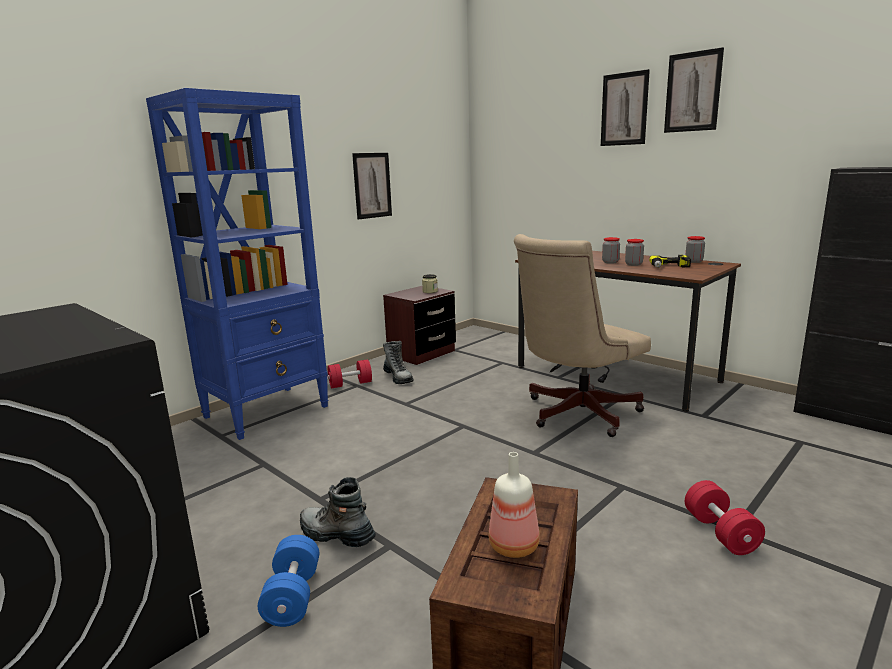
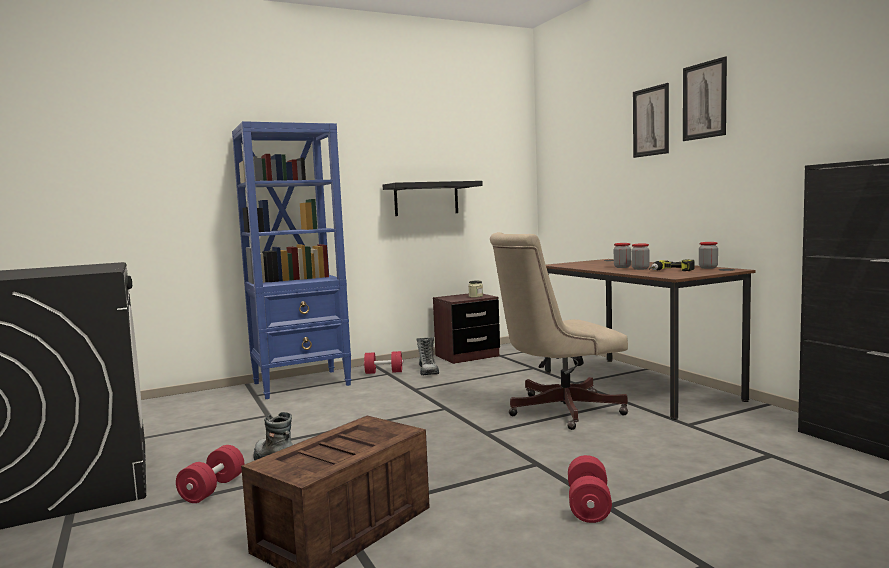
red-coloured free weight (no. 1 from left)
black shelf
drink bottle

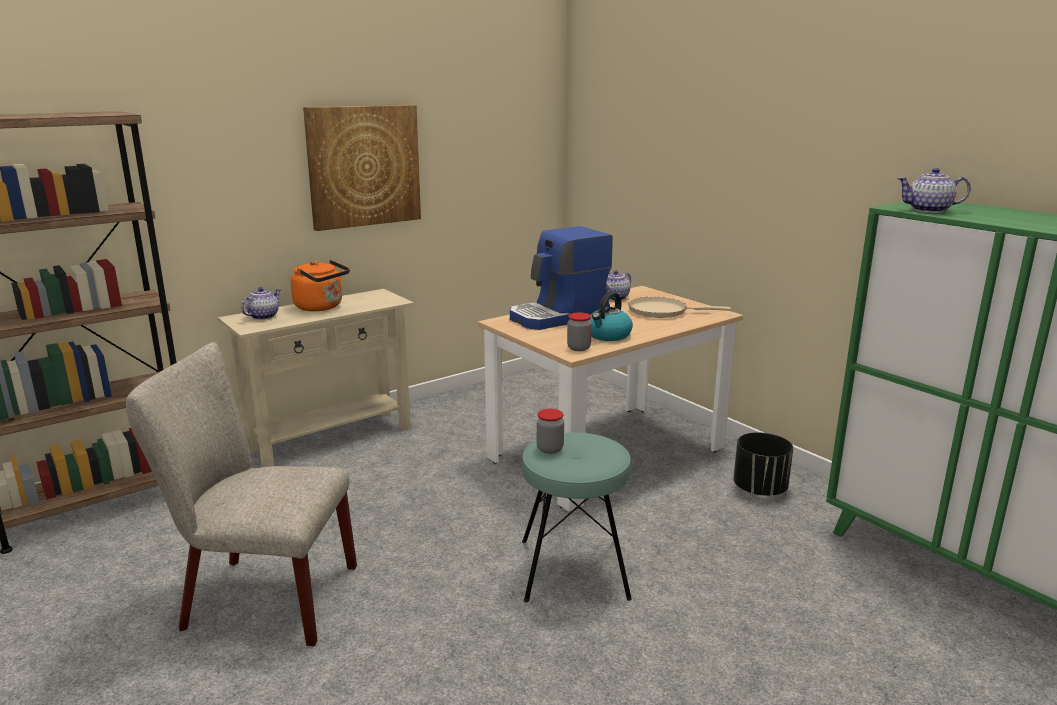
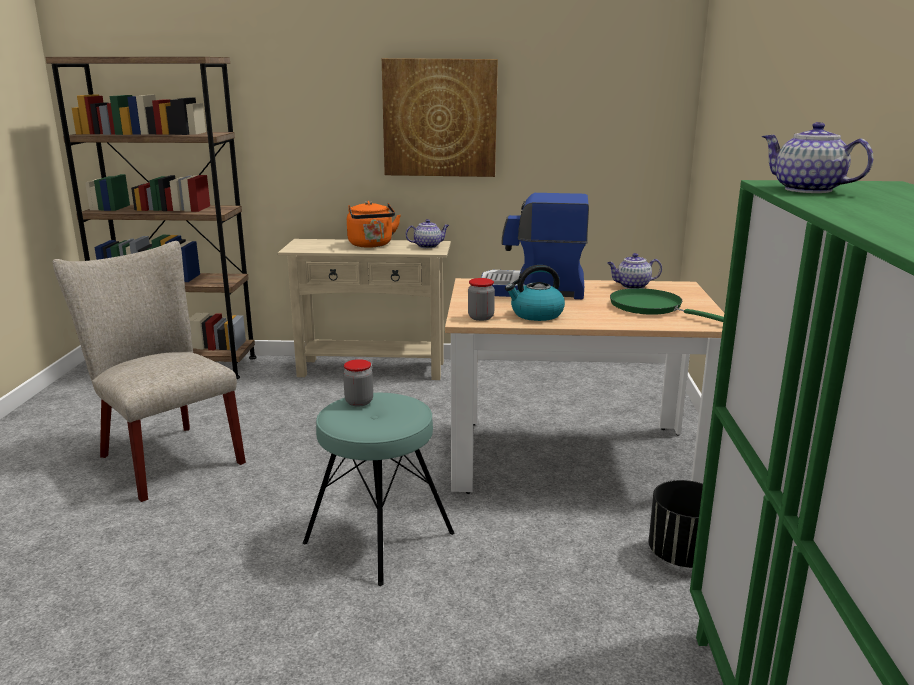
teapot (no. 1 from left)
green frying pan

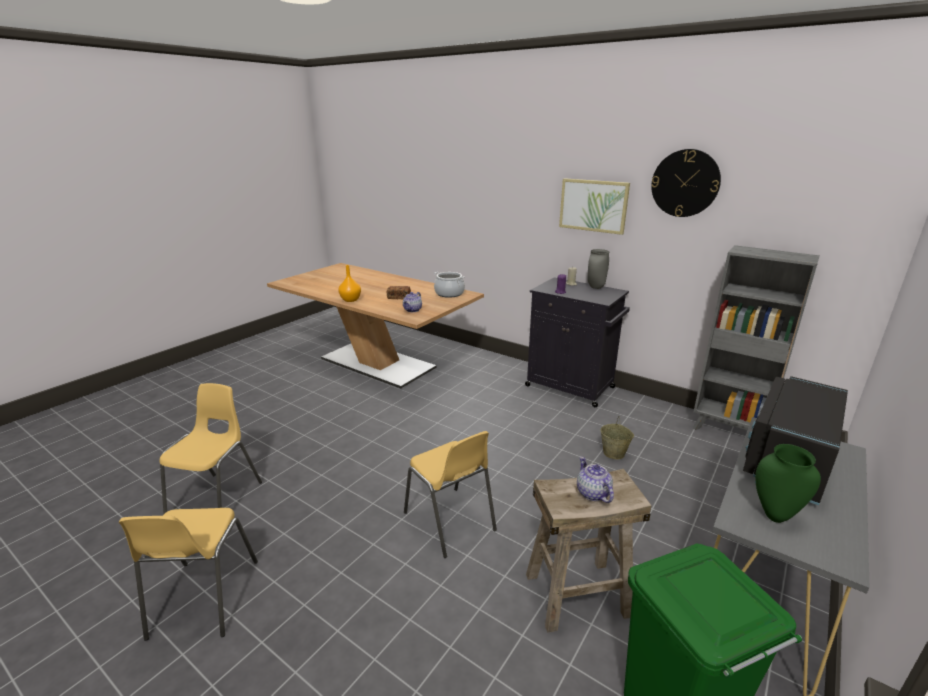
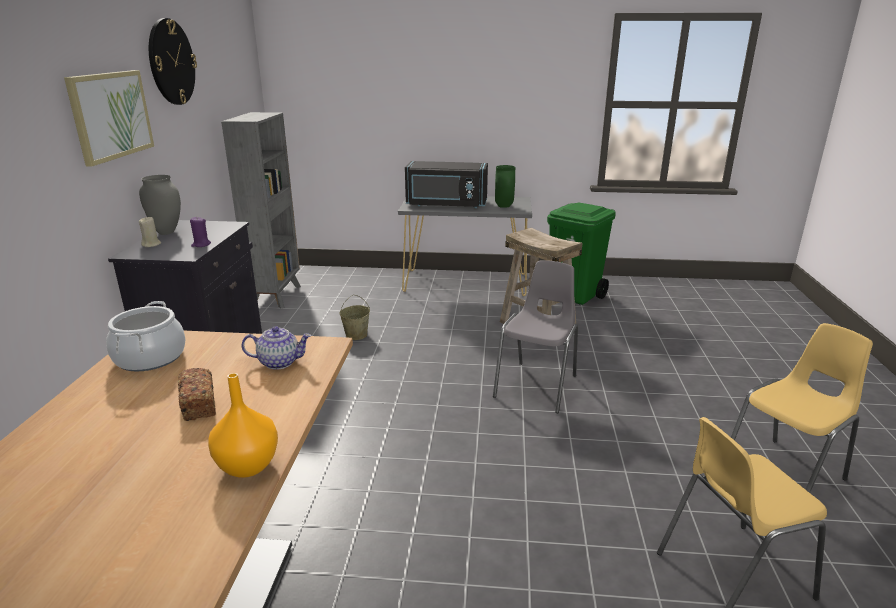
grey plain chair
teapot (no. 2 from left in the first image)

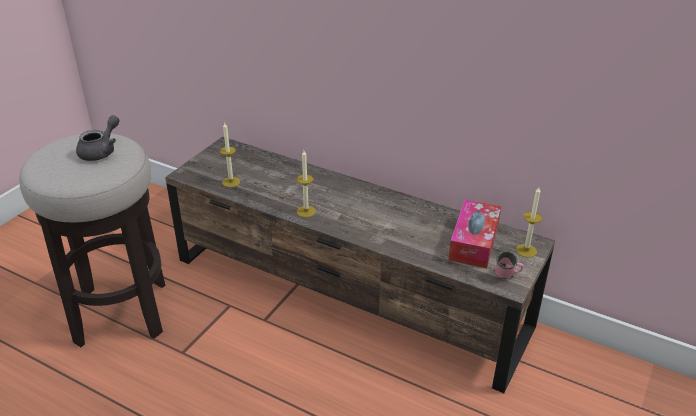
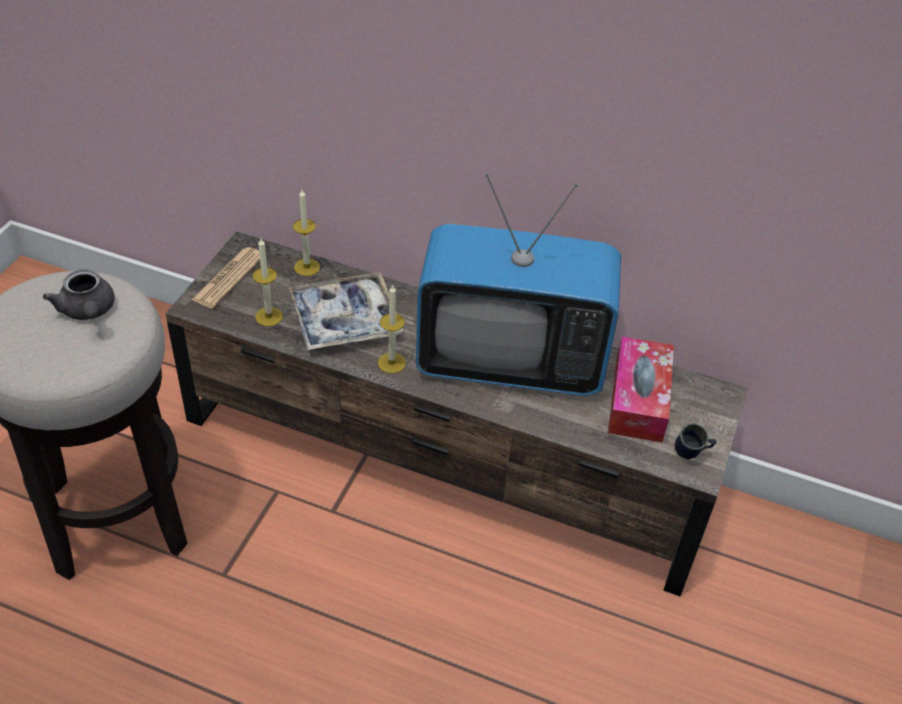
grey teapot
daily paper
carrying tray
candle (no. 2 from left)
TV set
blue-coloured mug

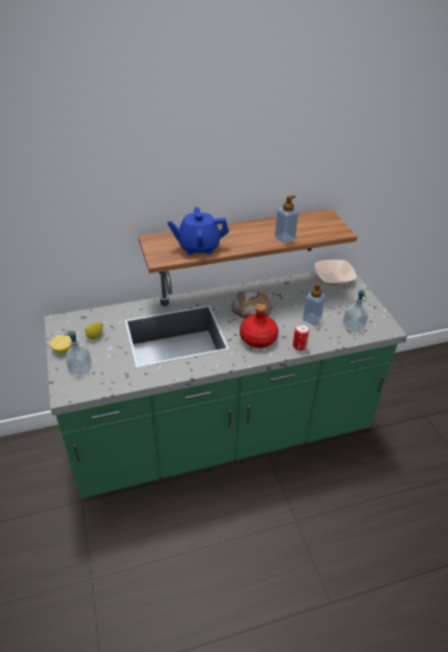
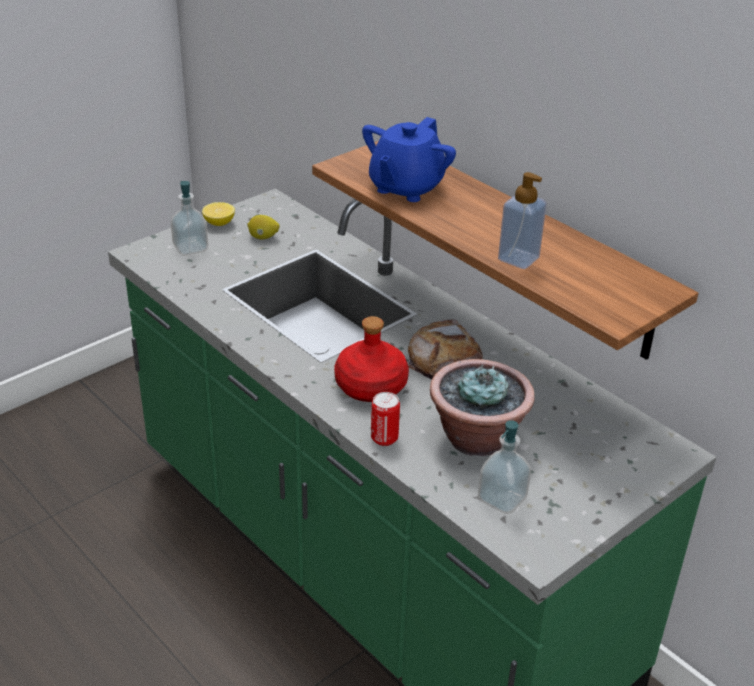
blue-coloured teapot
potted plant
serving bowl

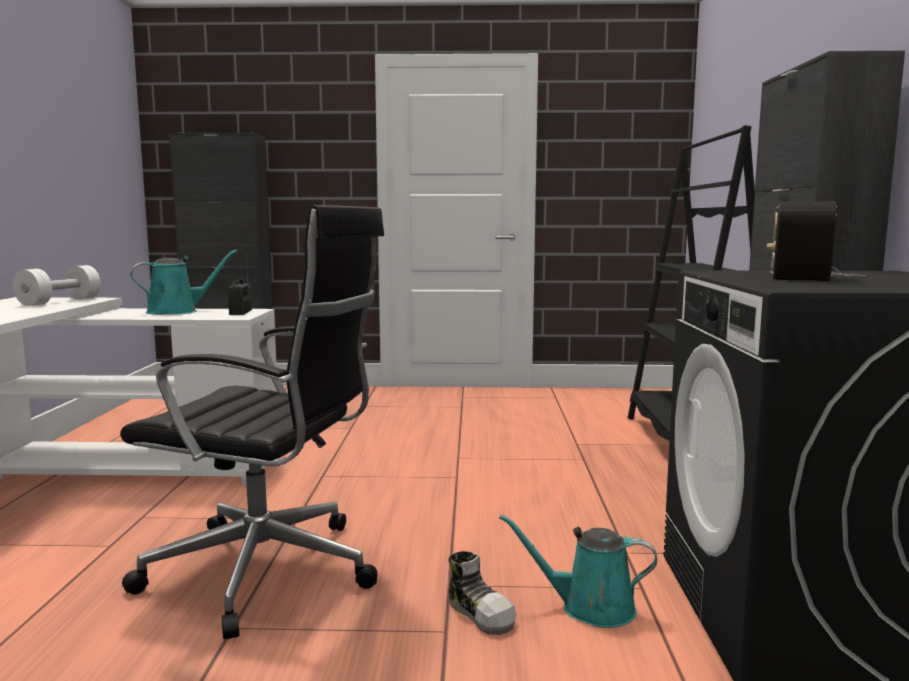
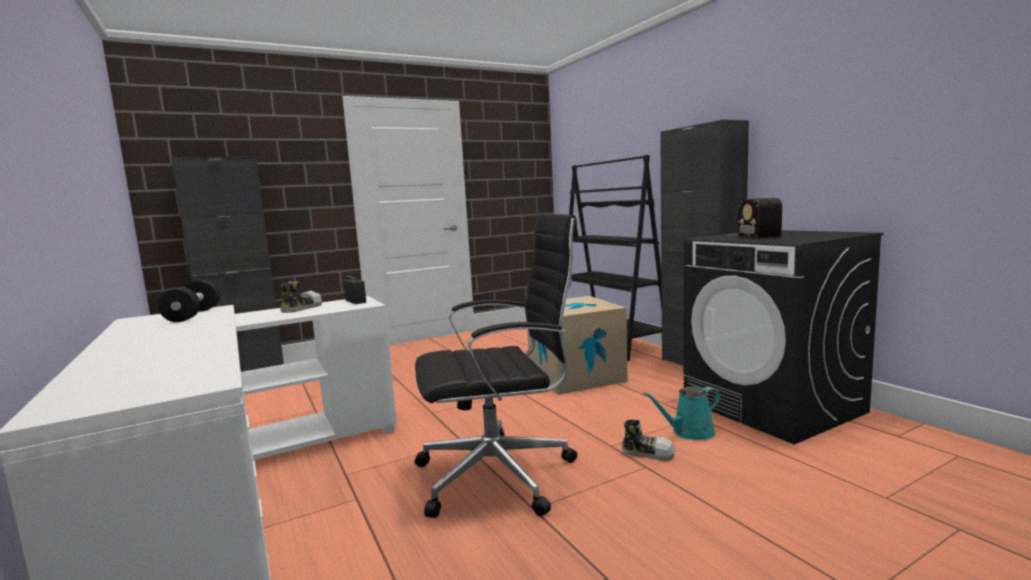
black free weight
item of footwear (no. 1 from left)
carton

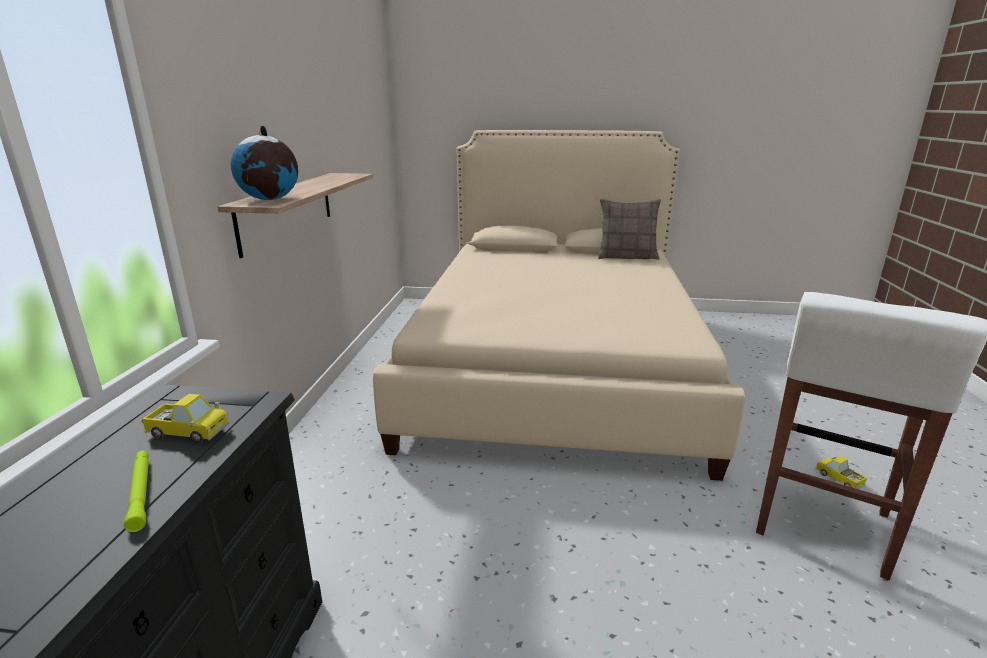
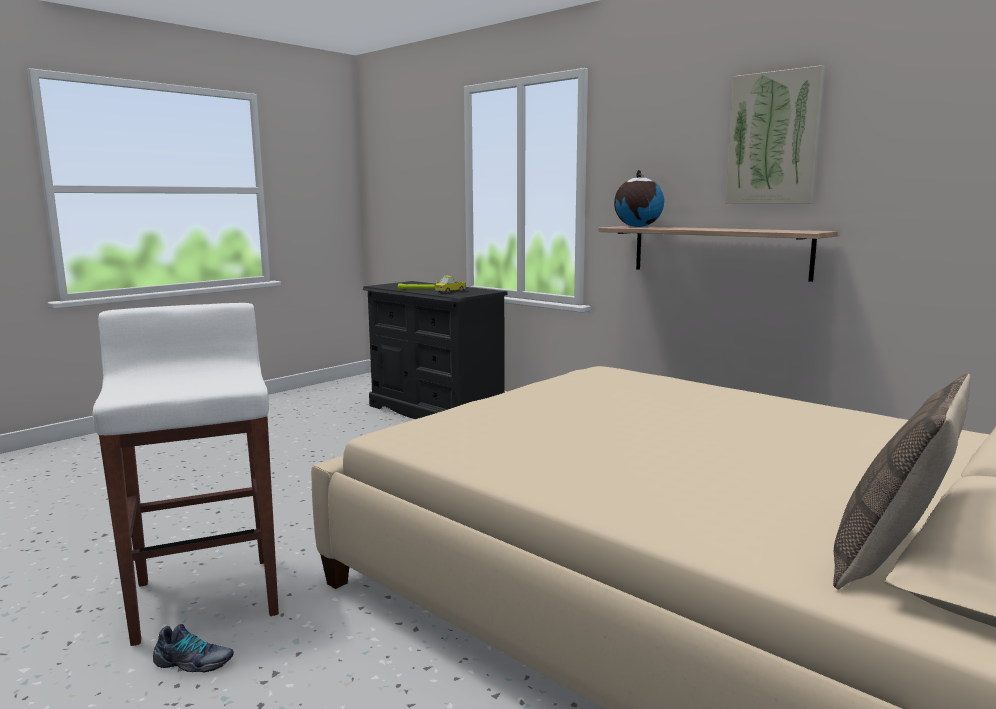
item of footwear
picture

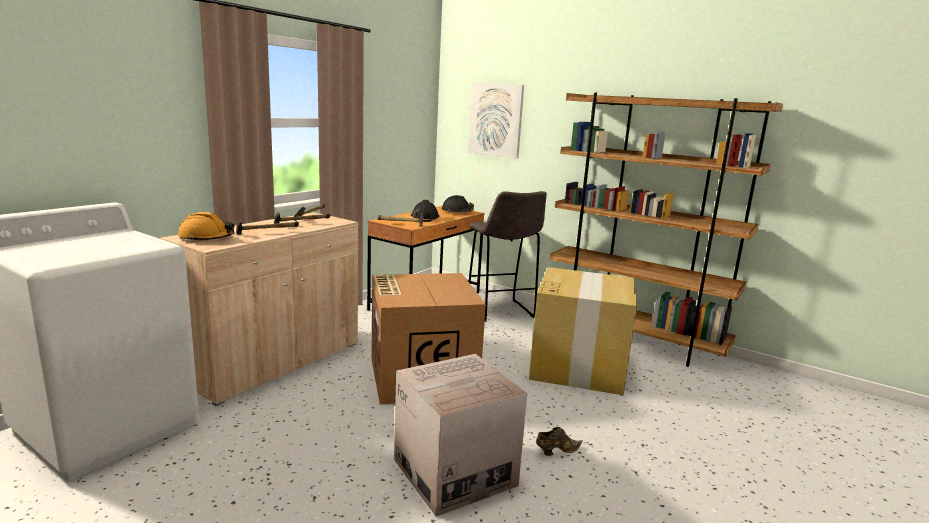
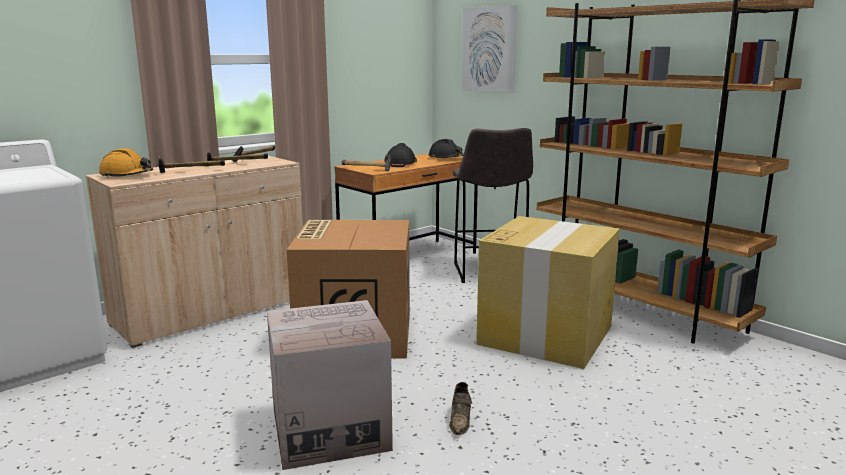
brown-coloured item of footwear

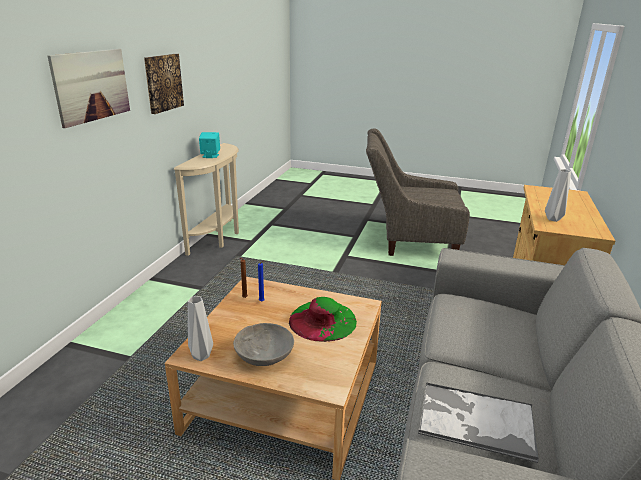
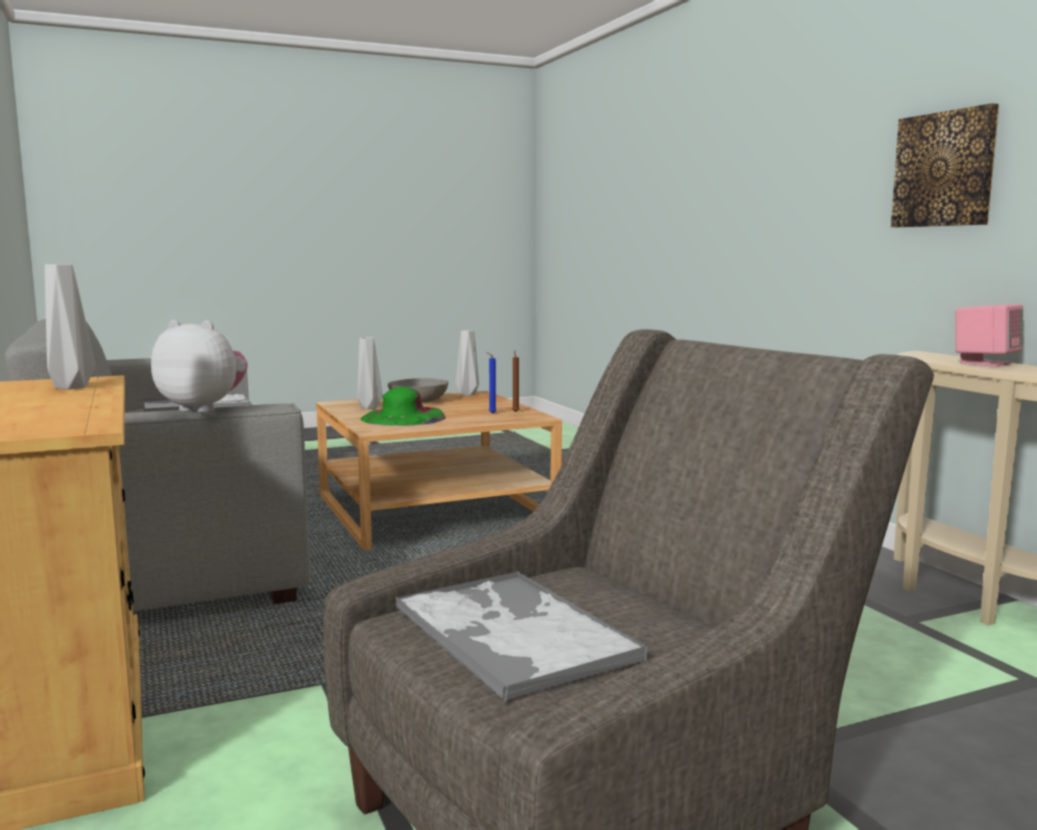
cuddly toy
grey decorative vase (no. 2 from left)
carrying tray (no. 2 from left)
pink-coloured speaker
picture (no. 1 from left in the first image)

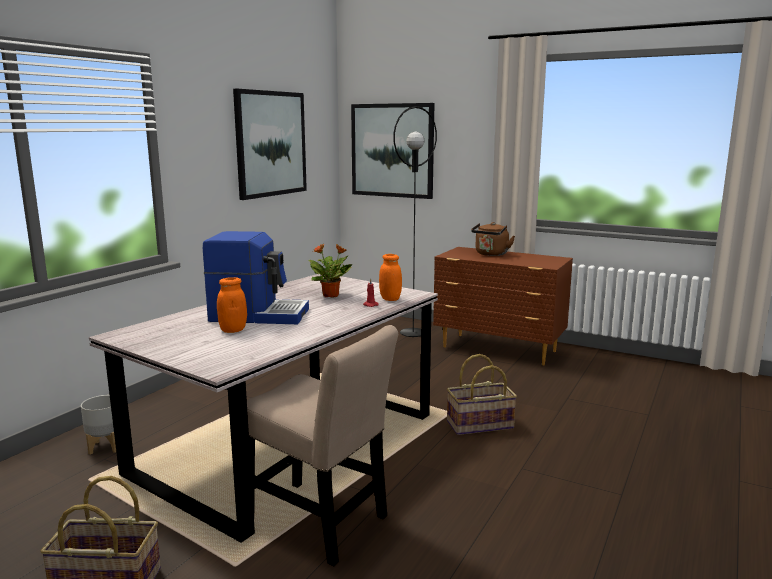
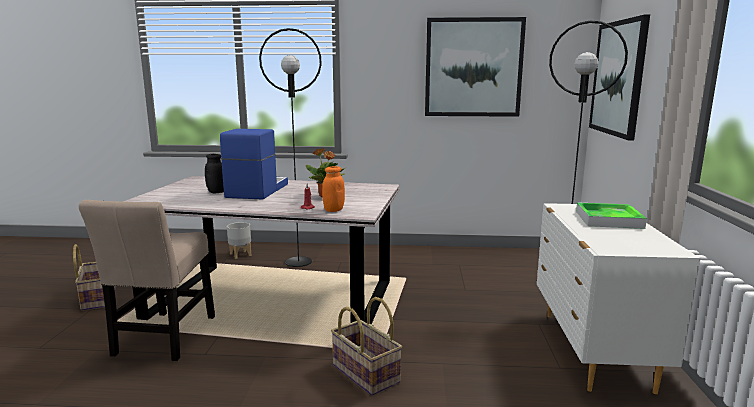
black preserve jar
coffee machine
black standard lamp (no. 1 from left)
white-coloured dresser
carrying tray

